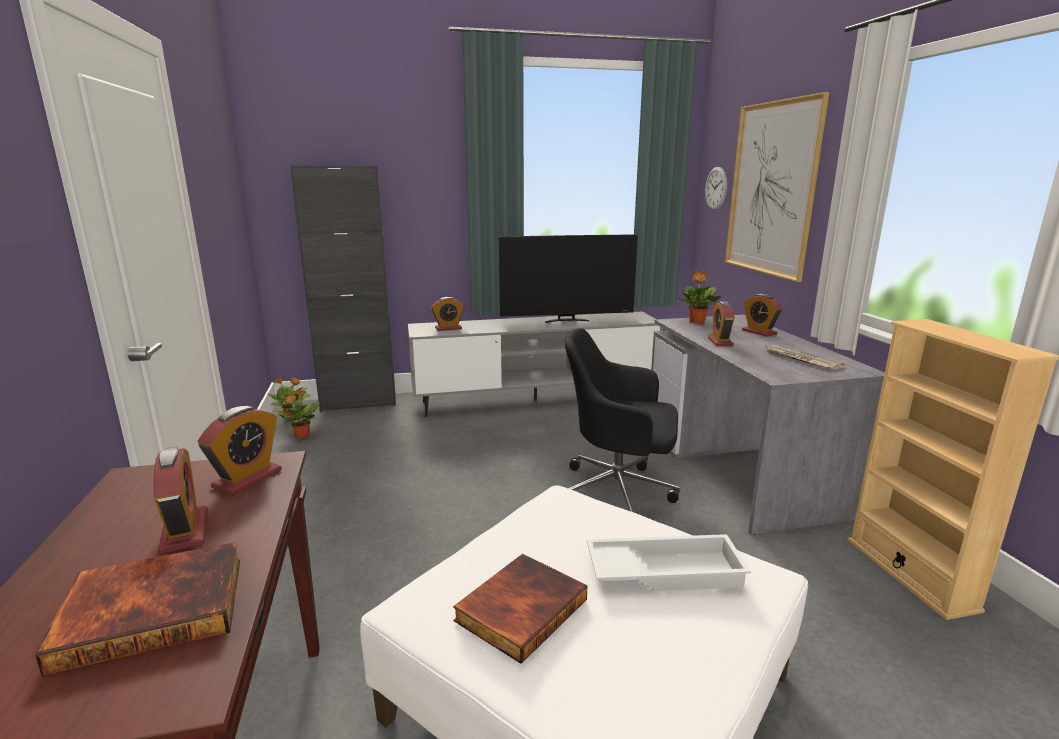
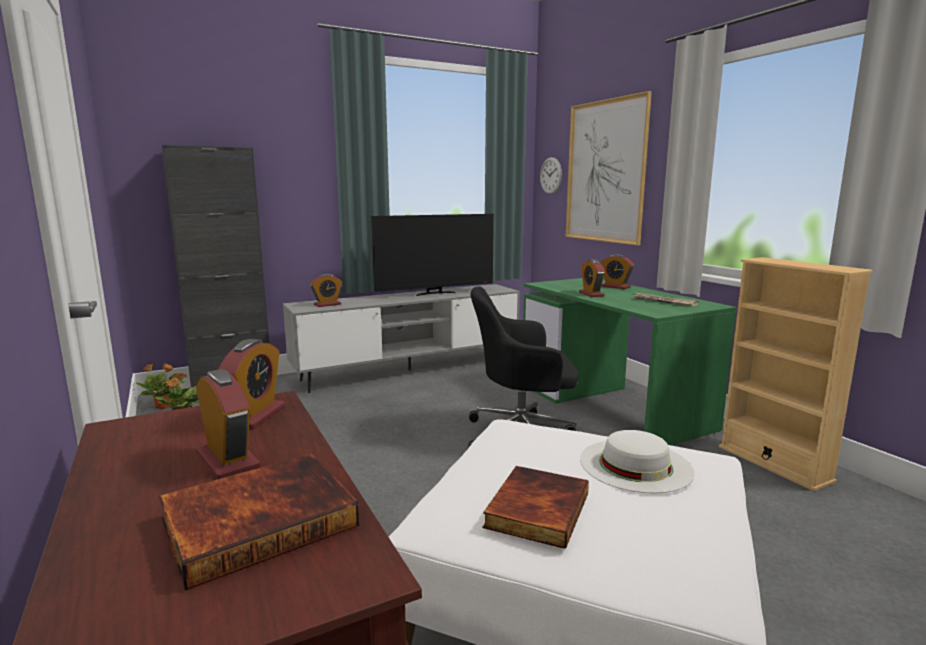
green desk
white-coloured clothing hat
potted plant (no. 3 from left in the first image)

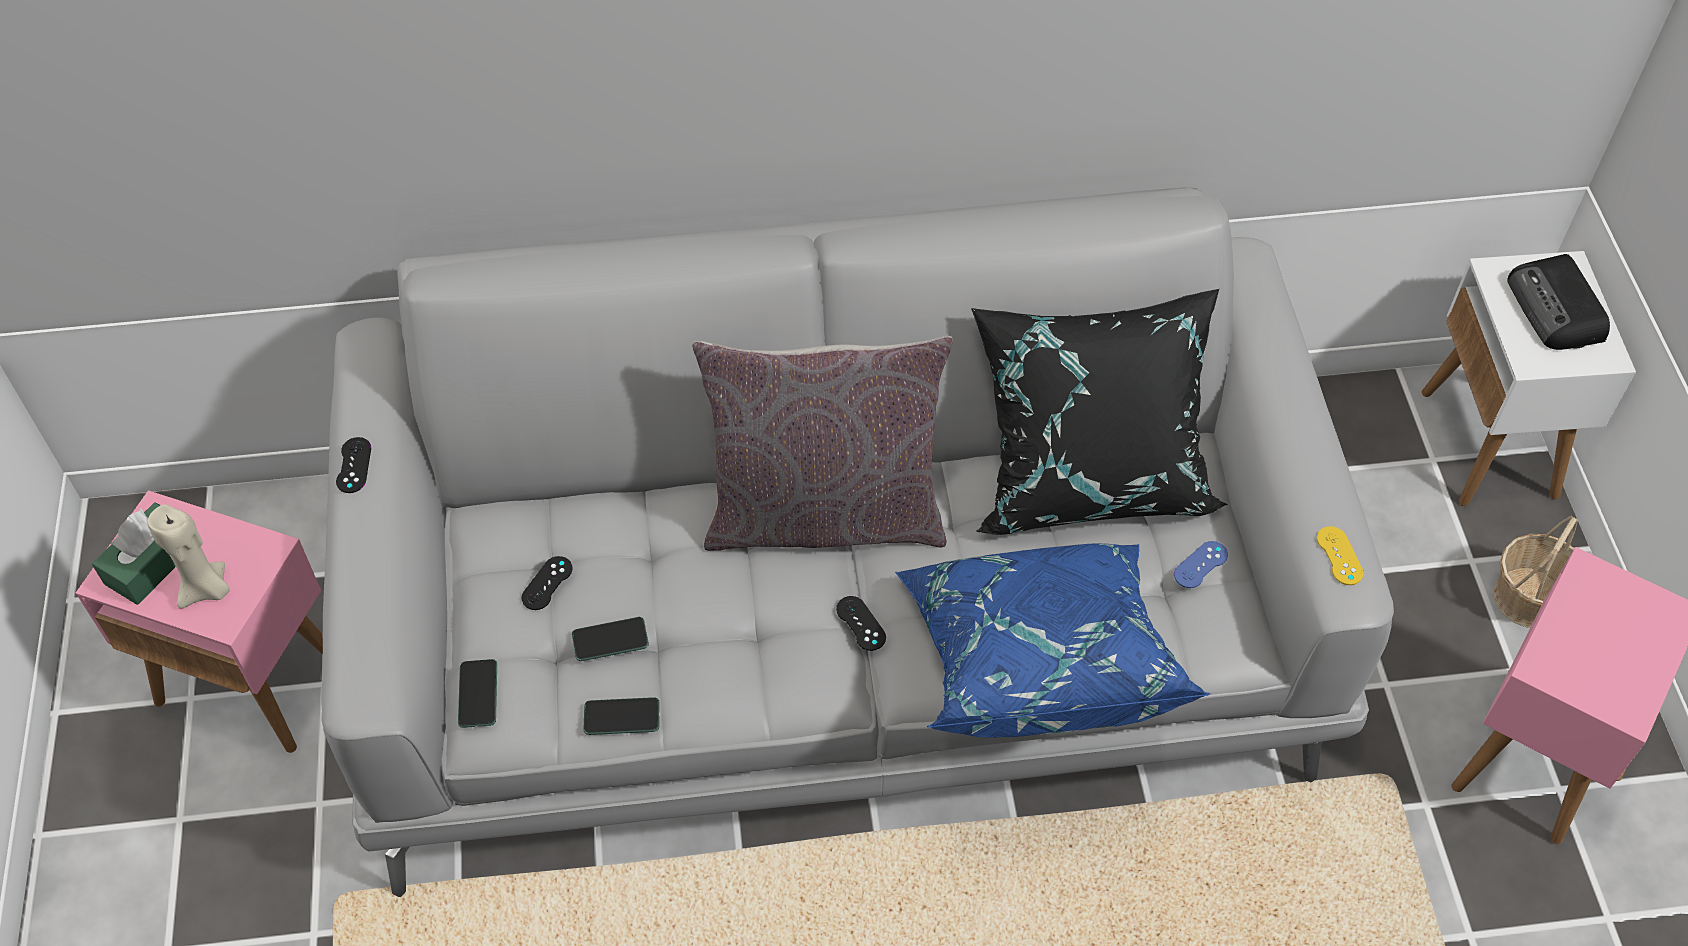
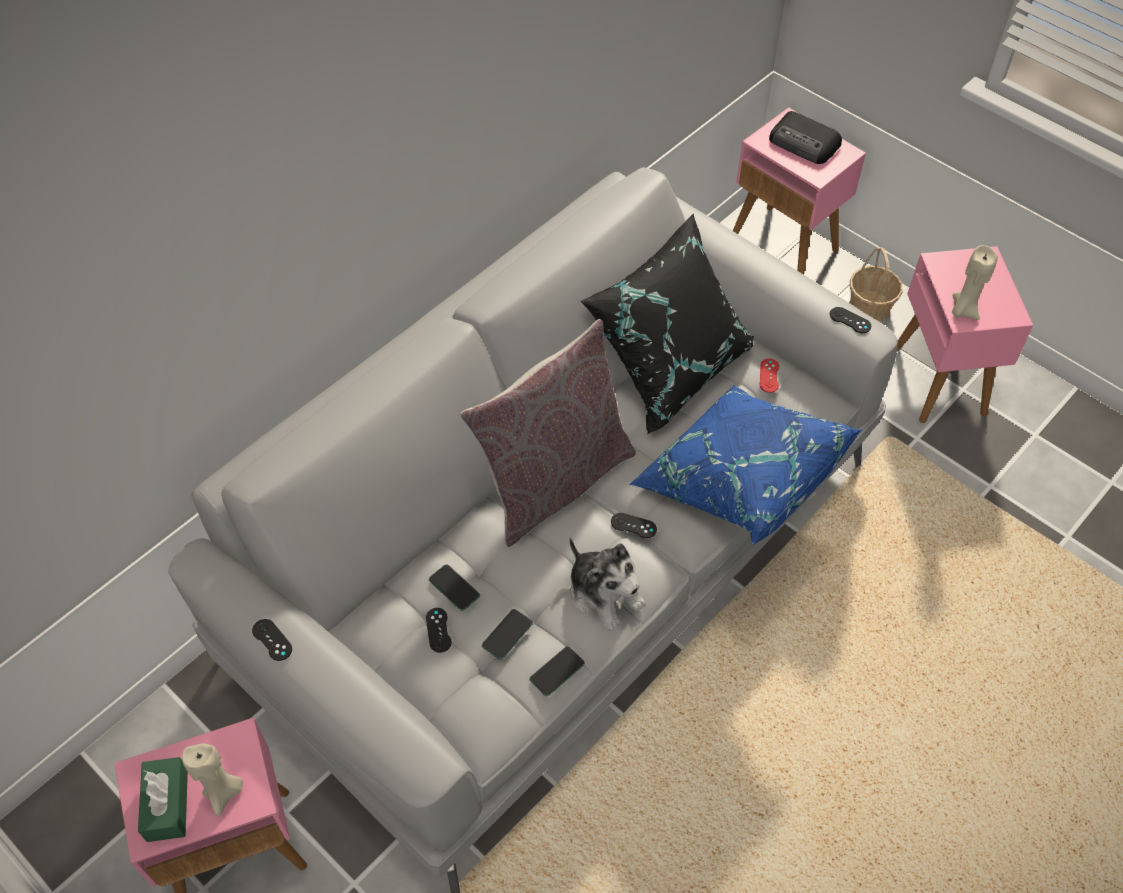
telephone (no. 1 from left)
cuddly toy
pink-coloured end table (no. 2 from left)
red-coloured game controller
black game controller (no. 4 from left)
beige-coloured candle (no. 2 from left)

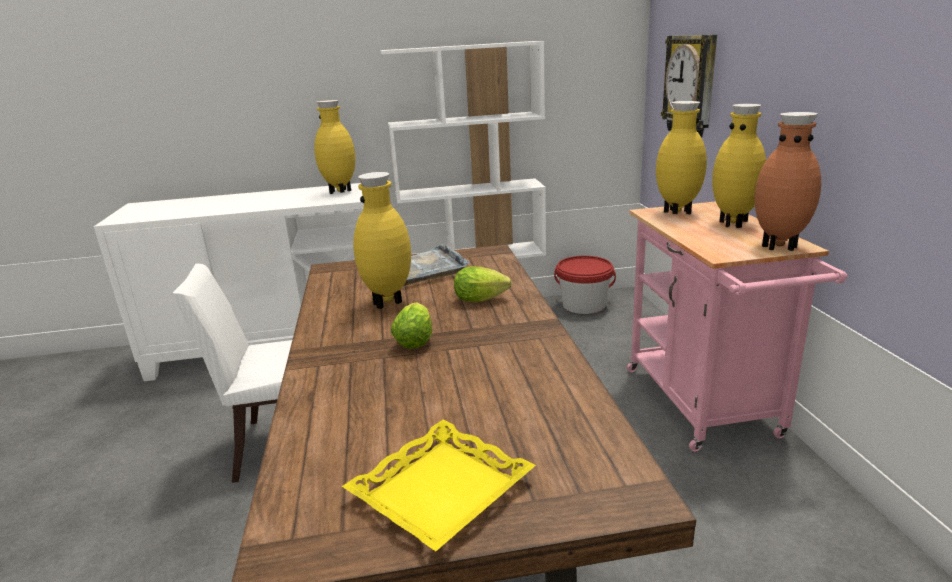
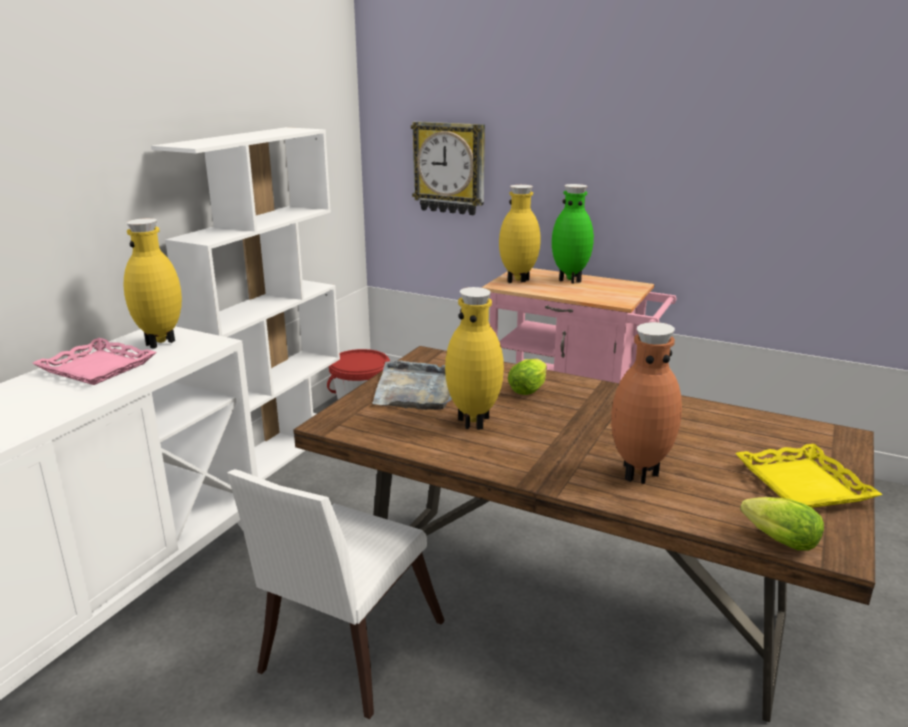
pink-coloured carrying tray
green decorative vase
brown-coloured decorative vase
head of lettuce (no. 2 from left)

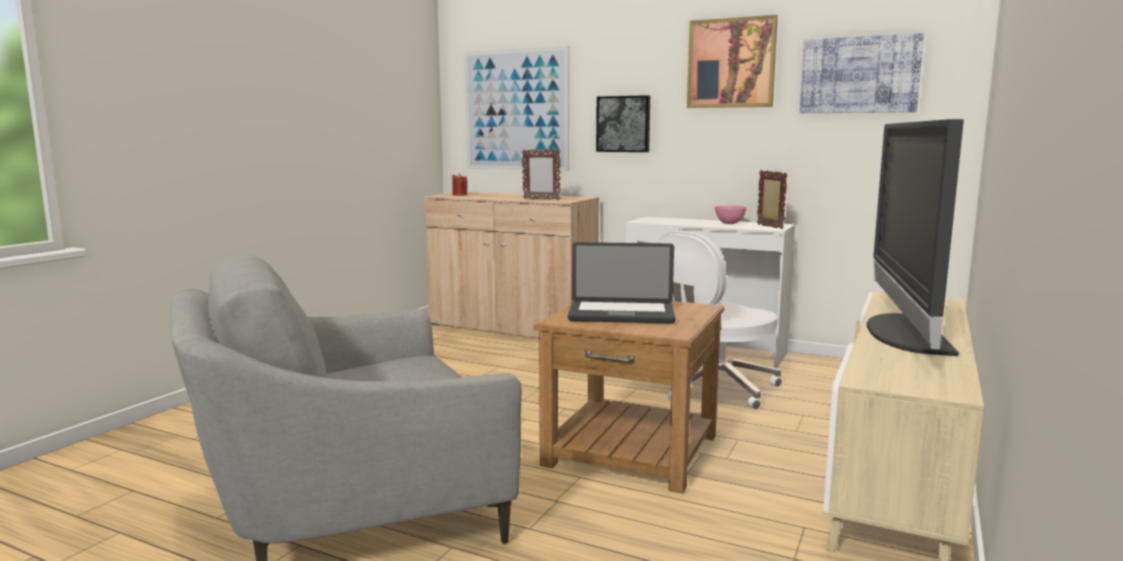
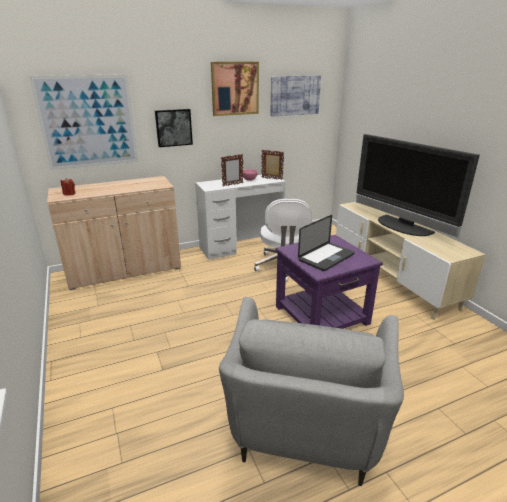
photo frame (no. 1 from left)
purple end table

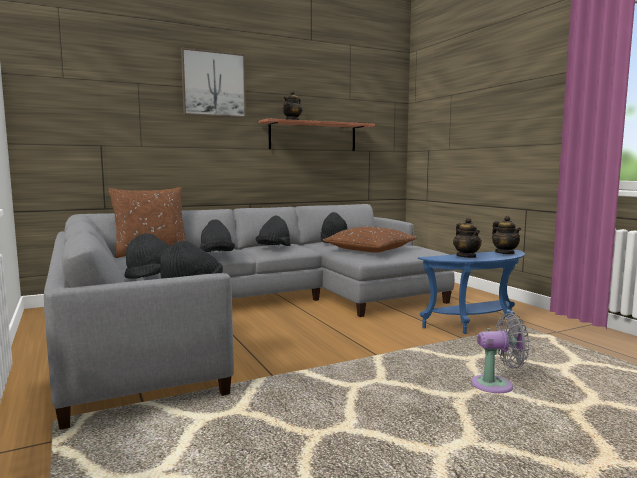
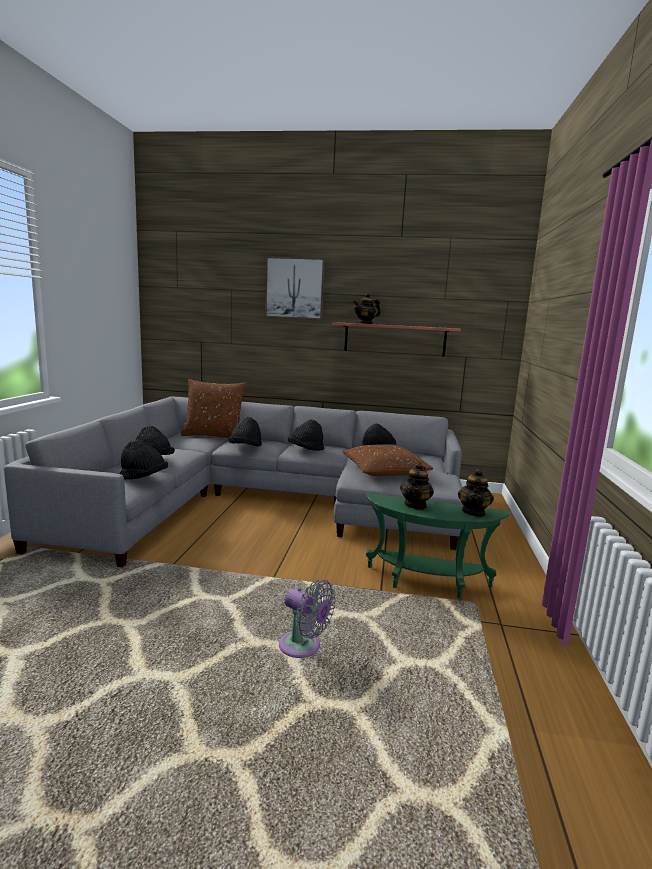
green end table

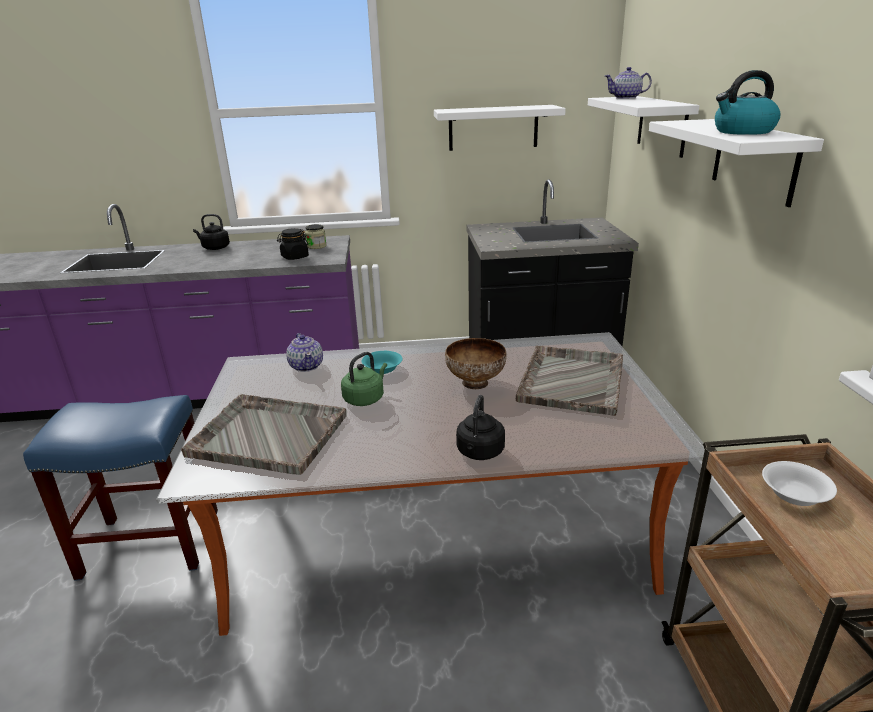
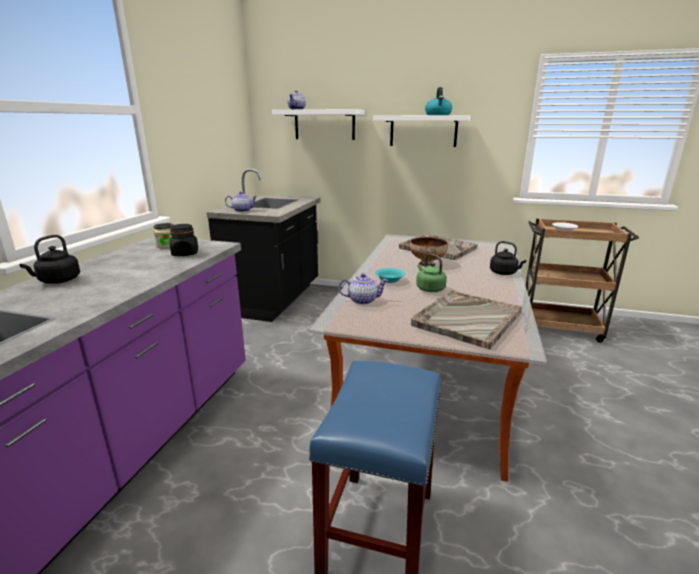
teapot (no. 1 from left)
white-coloured shelf (no. 1 from left in the first image)

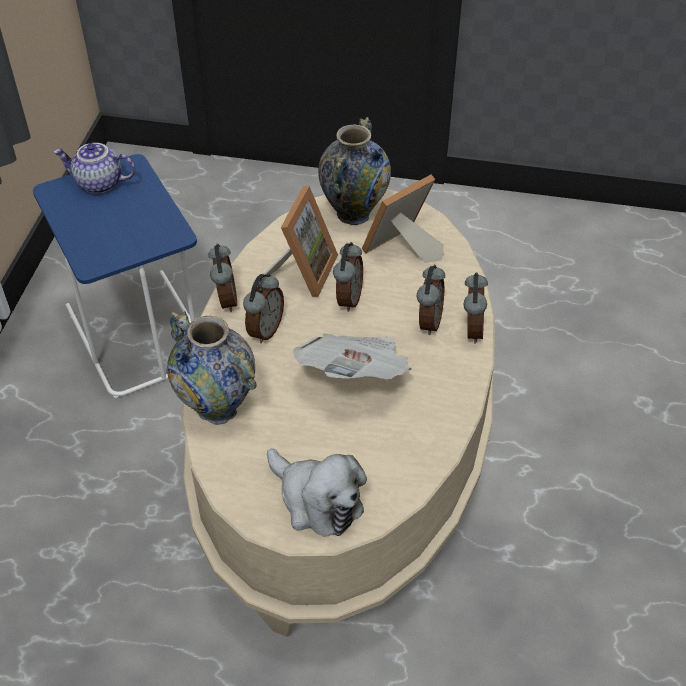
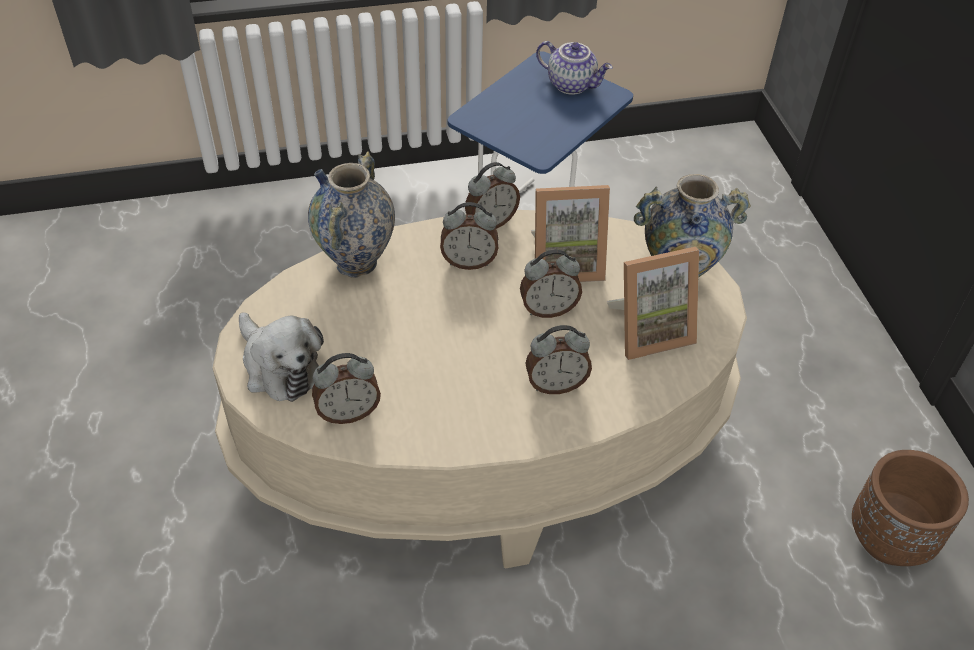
cuddly toy
table clock (no. 1 from left)
teapot
photo frame (no. 2 from left)
brown-coloured planter
daily paper

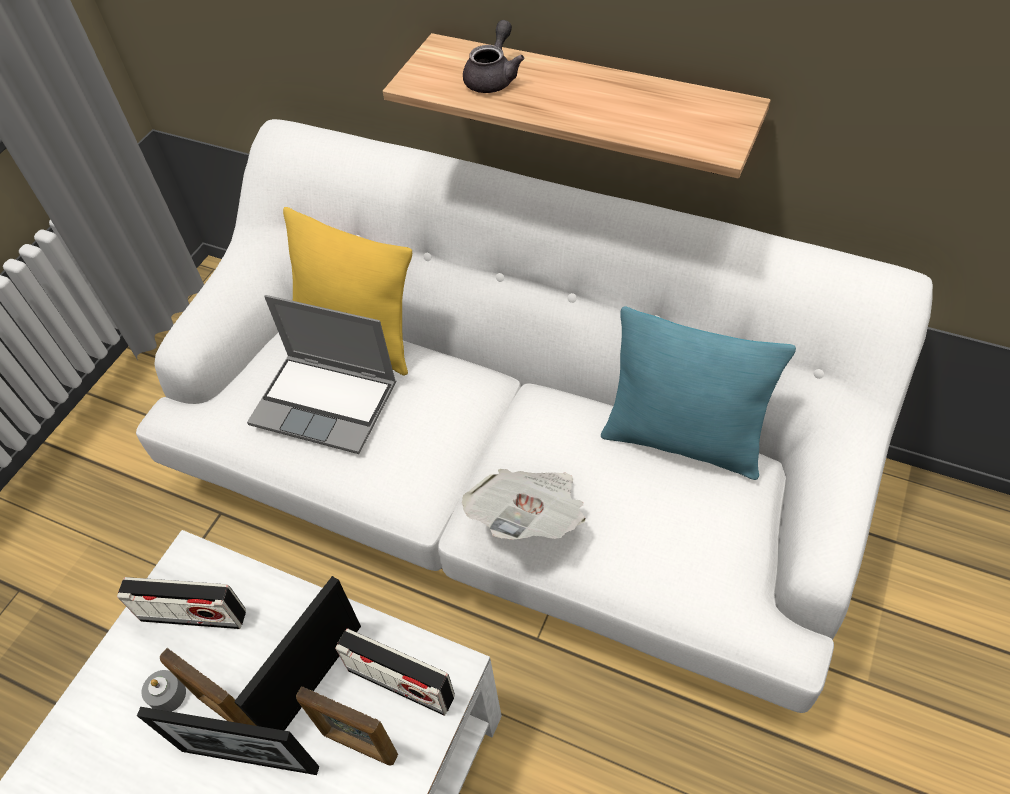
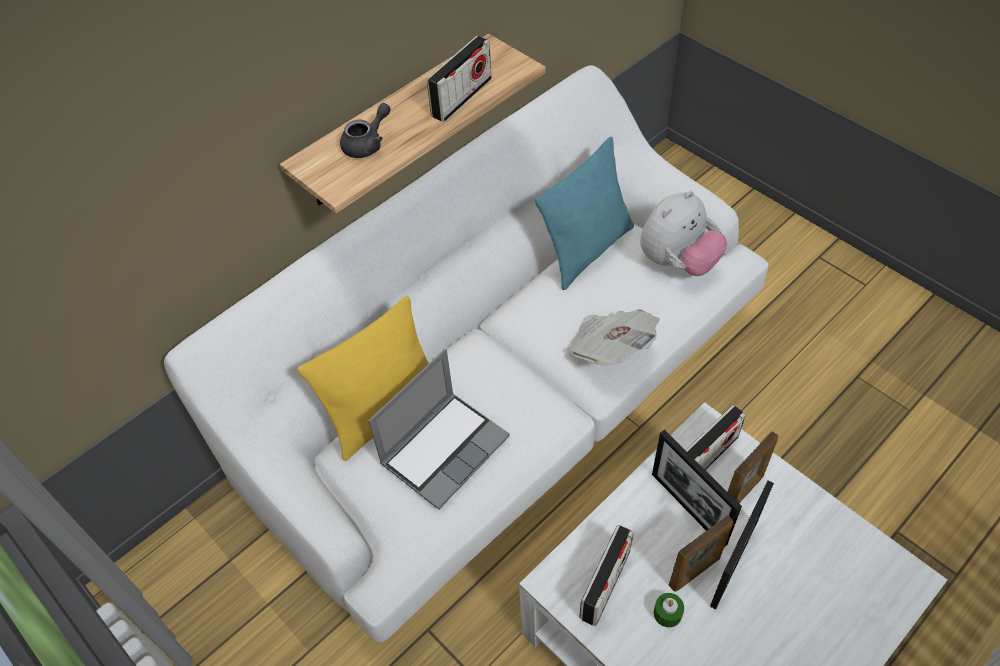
grey teapot
radio set (no. 1 from left)
cuddly toy
green candle

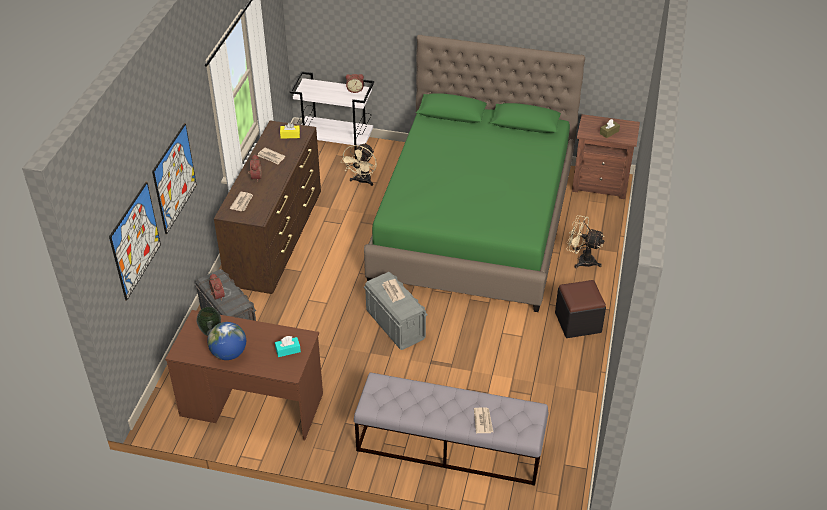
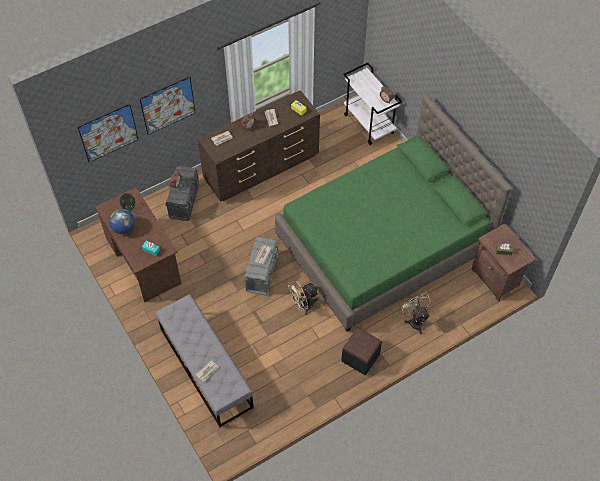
beige-coloured cooling fan (no. 1 from left)

